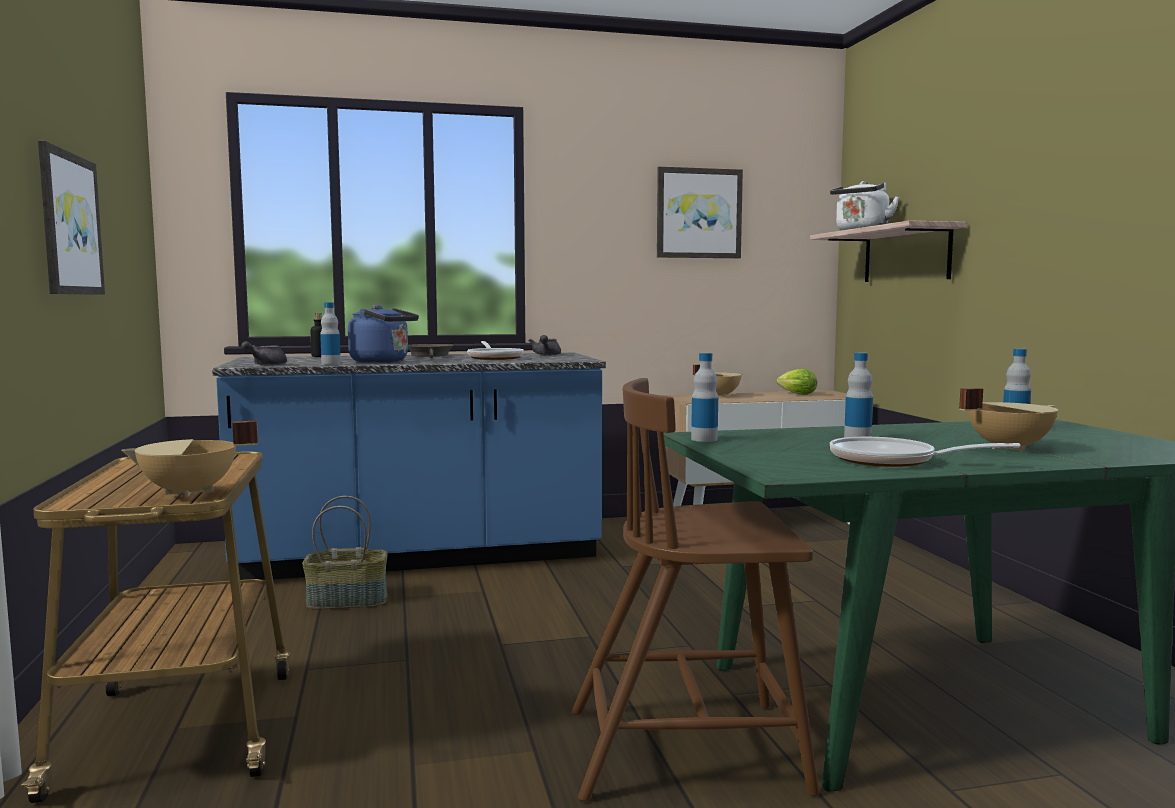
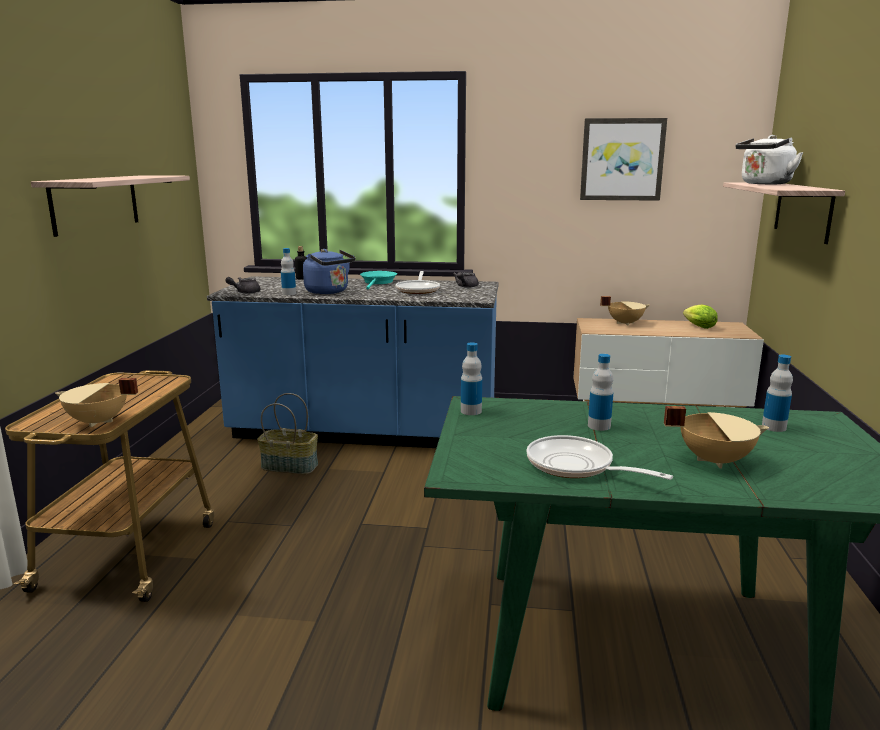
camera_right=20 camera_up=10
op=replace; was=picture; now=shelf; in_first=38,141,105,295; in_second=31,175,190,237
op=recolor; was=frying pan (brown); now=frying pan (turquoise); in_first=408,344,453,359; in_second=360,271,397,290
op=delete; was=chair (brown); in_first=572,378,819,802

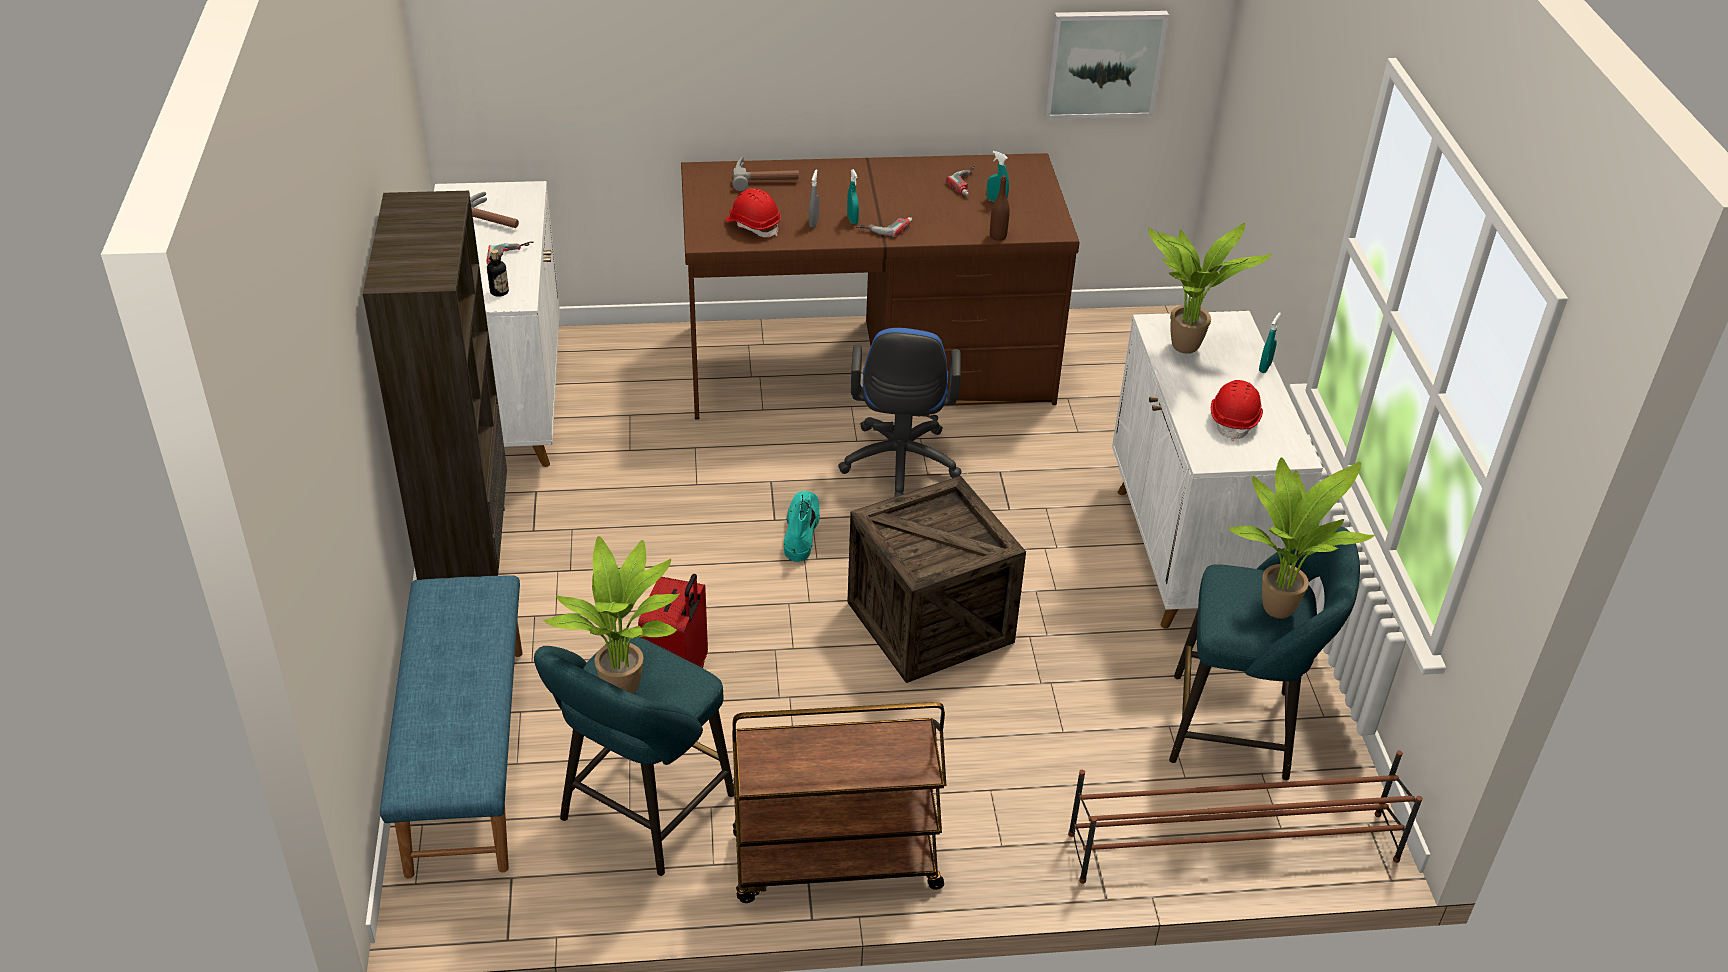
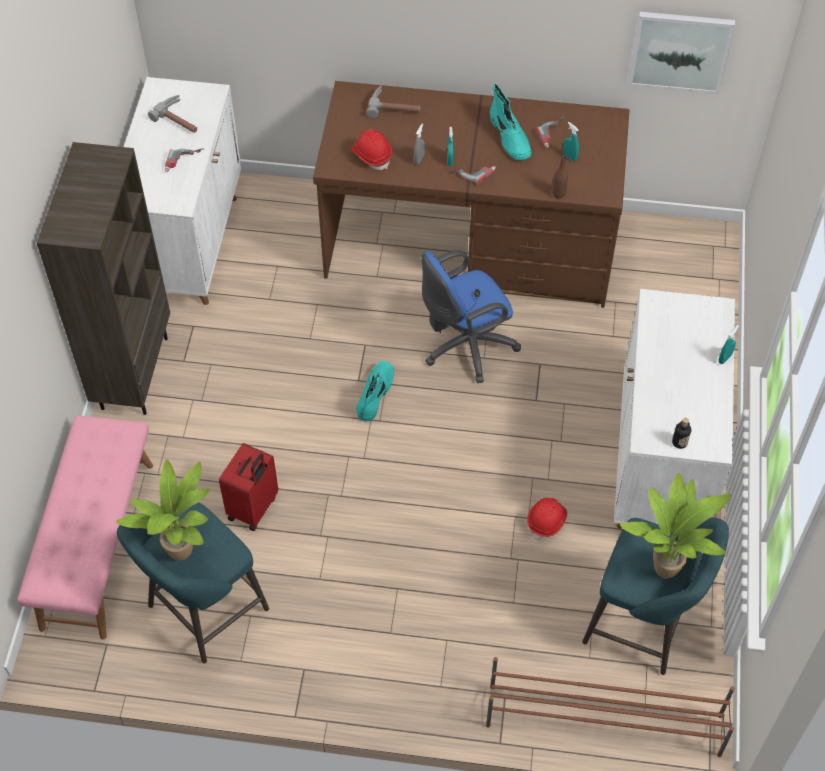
camera_right=15 camera_up=15
op=delete; was=potted plant; in_first=1148,223,1272,354
op=move; was=bottle; in_first=487,249,509,297; in_second=672,418,691,449
op=rotate; was=office chair (blue); in_first=838,328,962,497; in_second=421,250,521,383; clockwise=45
op=move; was=hard hat (red); in_first=1211,380,1263,441; in_second=527,498,567,541
op=delete; was=crate; in_first=847,476,1026,683
op=recolor; was=bench (blue); now=bench (pink); in_first=380,575,523,878; in_second=17,415,153,639
op=delete; was=cart (brown); in_first=732,702,946,903
op=insert; now=boot (turquoise); in_second=490,84,532,161

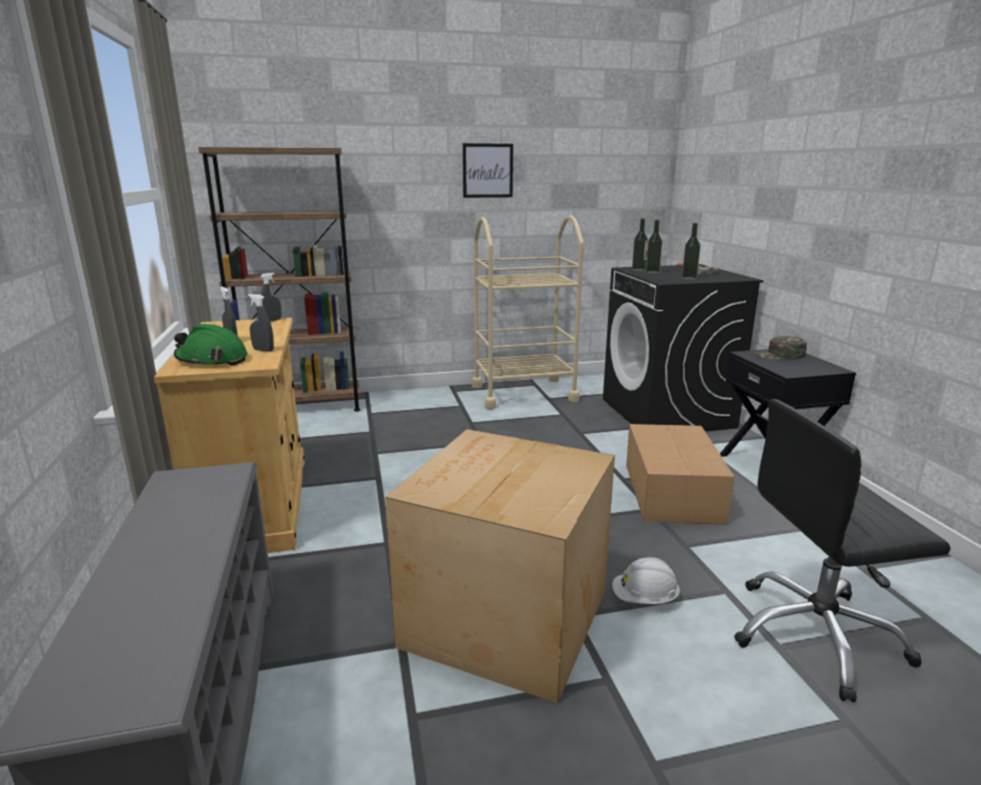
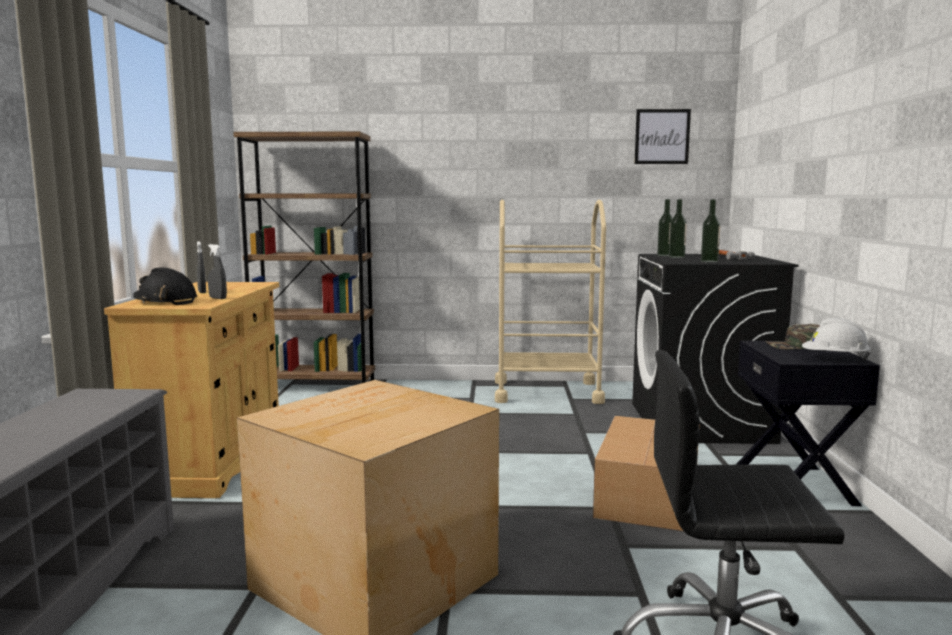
camera_right=15 camera_up=-10
op=move; was=picture; in_first=463,143,513,198; in_second=635,109,691,164
op=delete; was=spray bottle (grey); in_first=260,273,281,322
op=recolor; was=hard hat (green); now=hard hat (black); in_first=174,324,248,366; in_second=133,268,197,305
op=move; was=hard hat (white); in_first=612,557,680,604; in_second=802,318,870,361

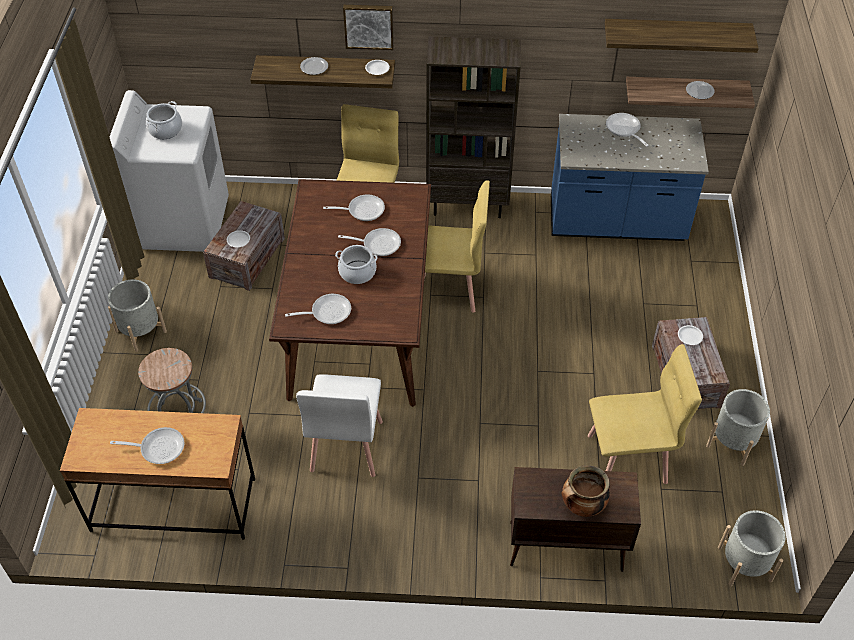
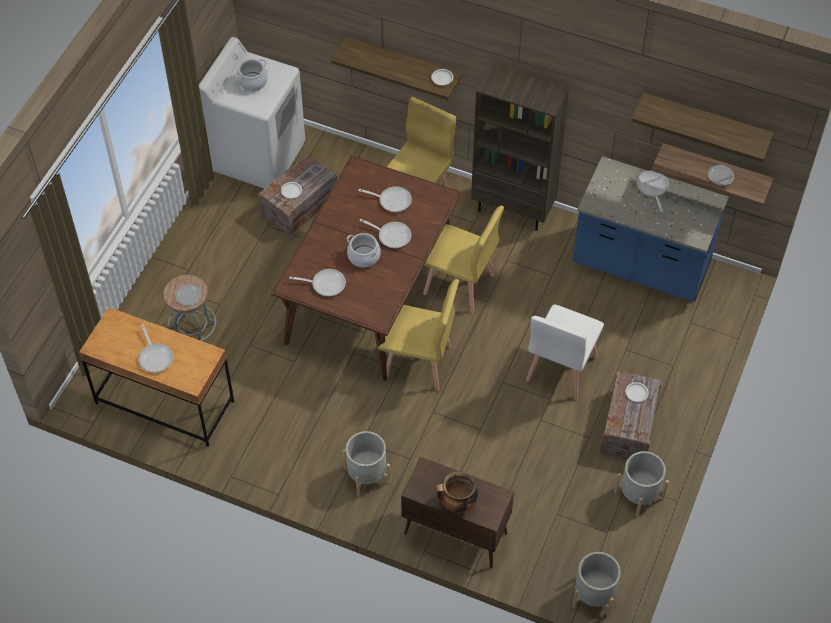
camera_right=20 camera_up=5
op=delete; was=picture; in_first=343,5,394,50
op=move; was=plate; in_first=300,57,328,75; in_second=175,284,202,306
op=move; was=planter (grey); in_first=108,279,167,352; in_second=343,431,391,496
op=move; was=chair (yellow); in_first=588,344,702,484; in_second=378,279,459,391
op=move; was=chair (white); in_first=296,374,383,477; in_second=526,304,604,400
op=rotate; was=frying pan; in_first=110,427,185,464; in_second=139,324,173,373; clockwise=45

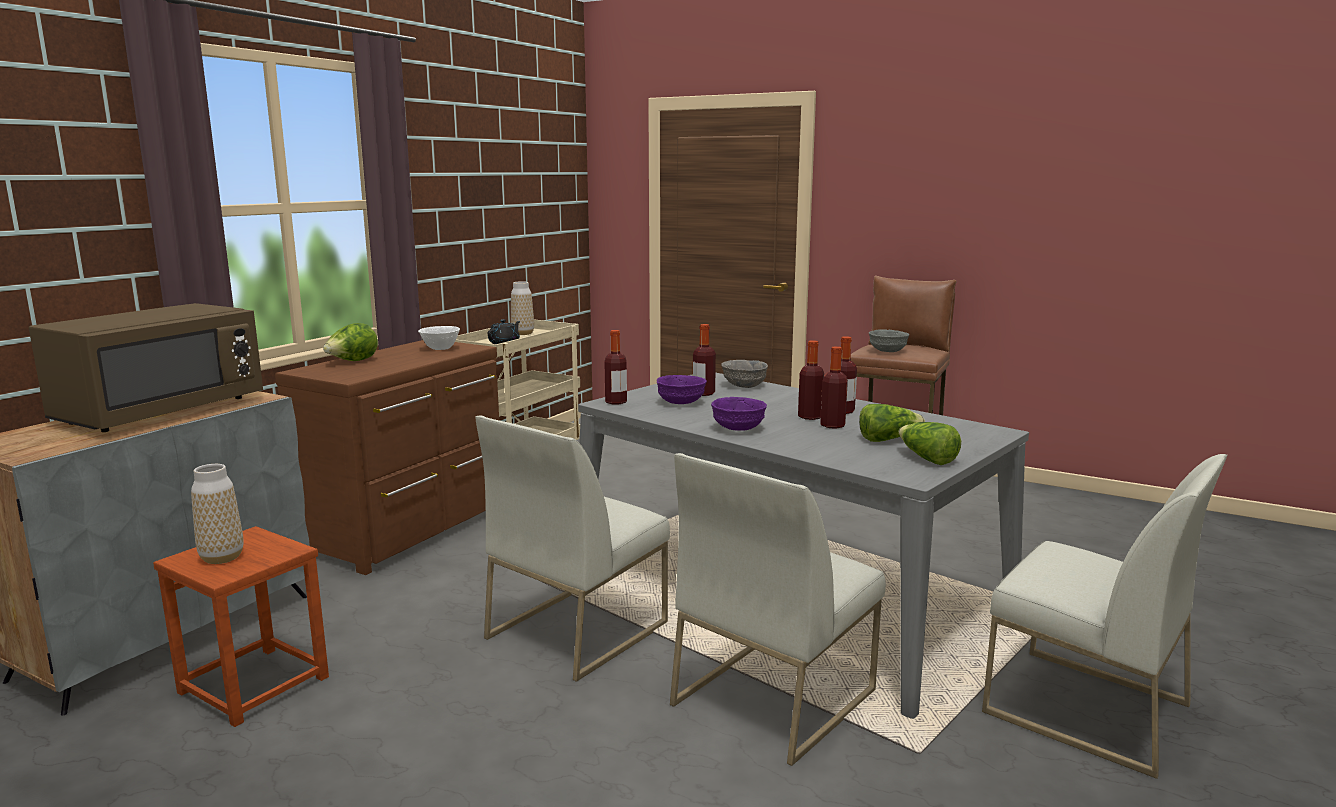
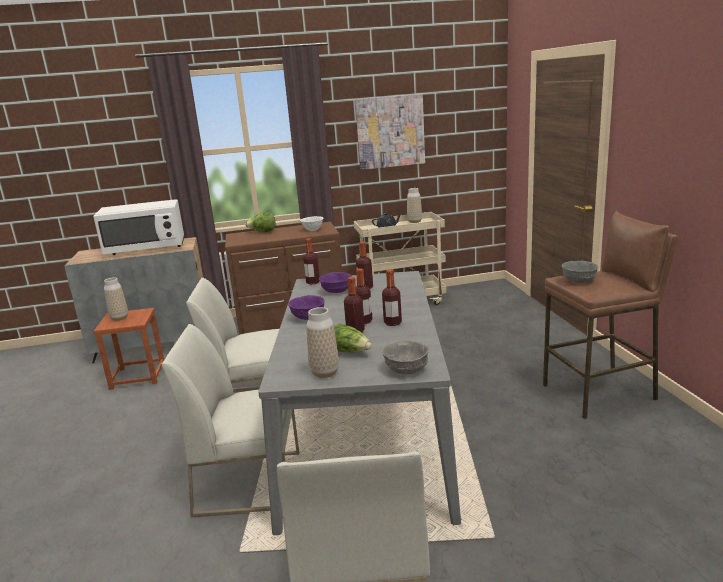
camera_right=50 camera_up=5
op=recolor; was=microwave (brown); now=microwave (white); in_first=29,303,263,432; in_second=93,199,185,255
op=move; was=bowl (grey); in_first=721,360,768,388; in_second=382,340,429,374
op=replace; was=lettuce; now=vase; in_first=899,422,961,465; in_second=306,307,339,378
op=insert; now=picture; in_second=355,94,425,170

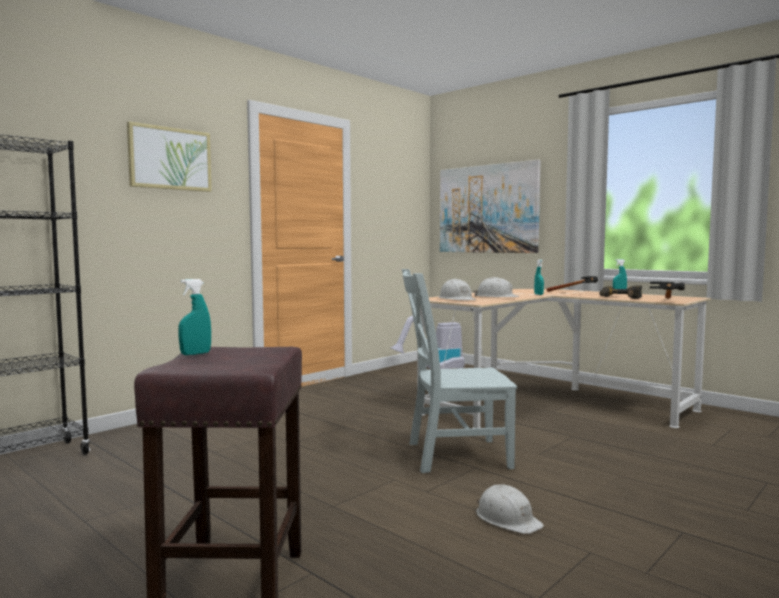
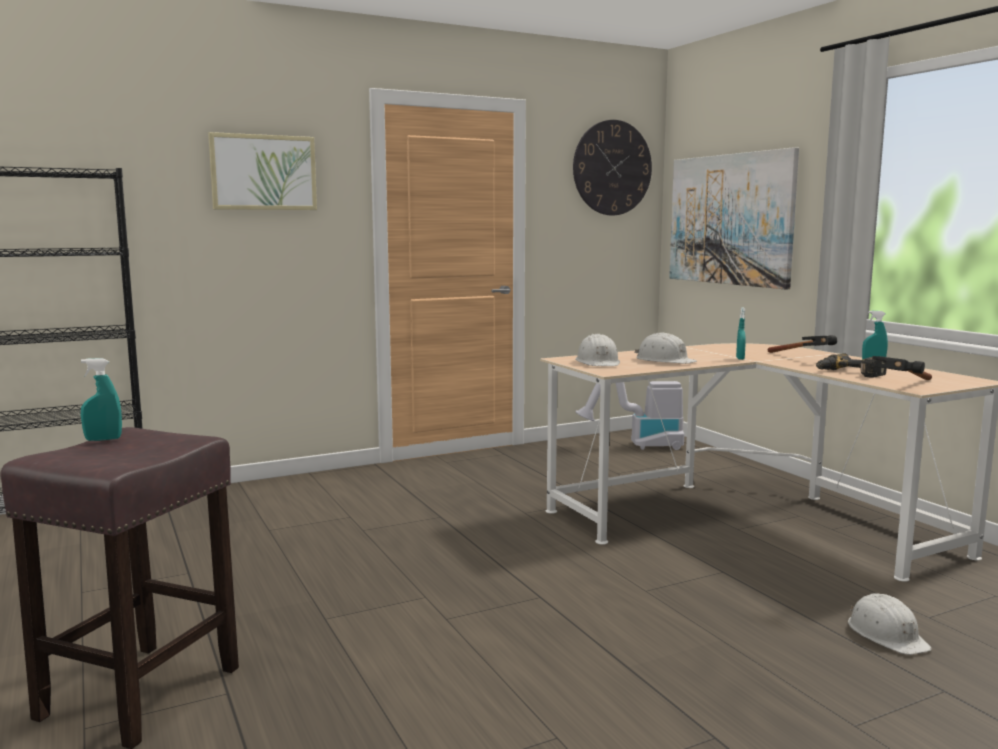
camera_right=20 camera_up=5
op=delete; was=chair (grey); in_first=402,269,517,473
op=move; was=hard hat (white); in_first=476,484,544,534; in_second=848,593,932,655
op=insert; now=wall clock; in_second=573,120,652,215

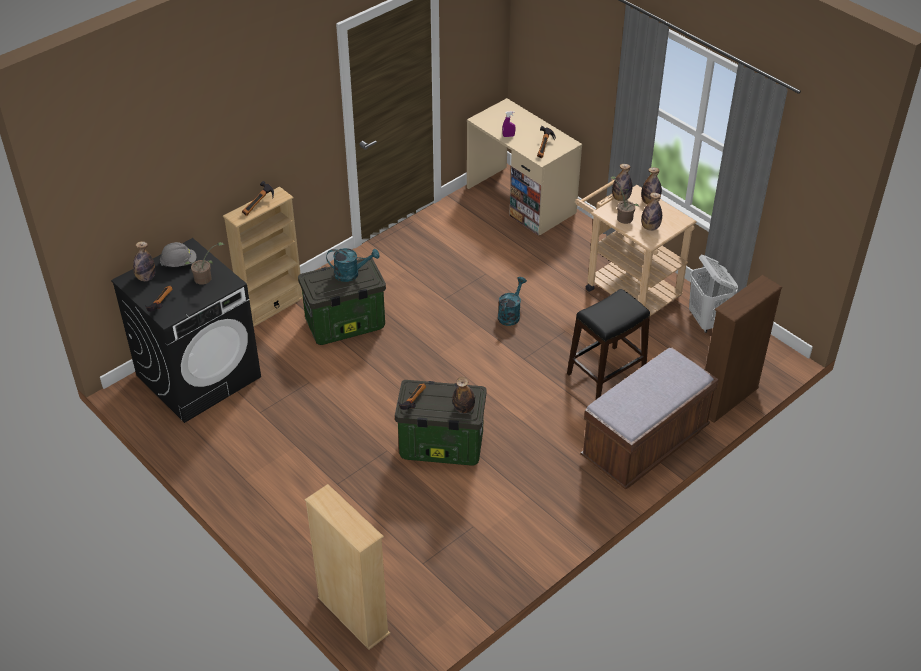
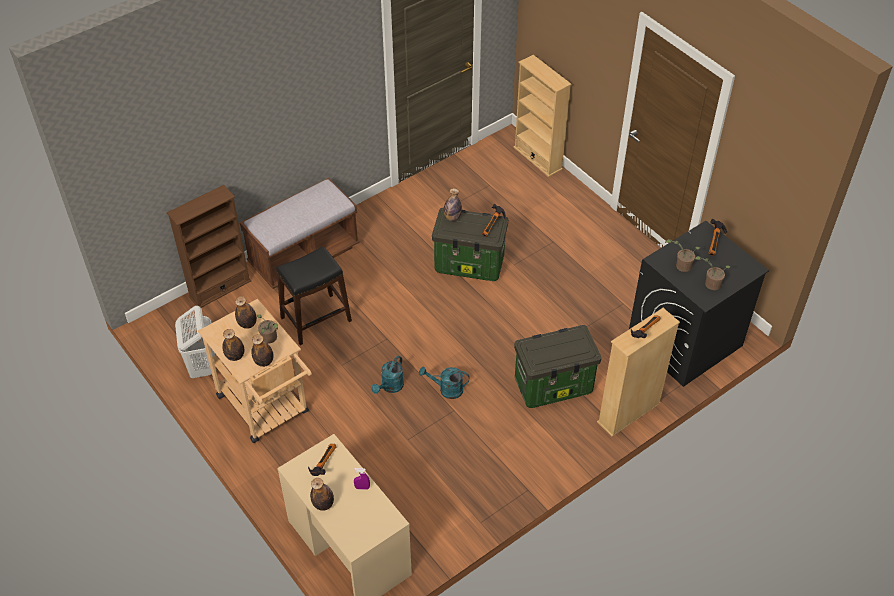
camera_right=-175 camera_up=5
op=move; was=bottle; in_first=133,241,155,281; in_second=310,478,334,511
op=replace; was=hard hat (grey); now=potted plant; in_first=160,242,196,267; in_second=694,256,730,290
op=move; was=watering can (turquoise); in_first=326,248,380,282; in_second=419,367,470,399

